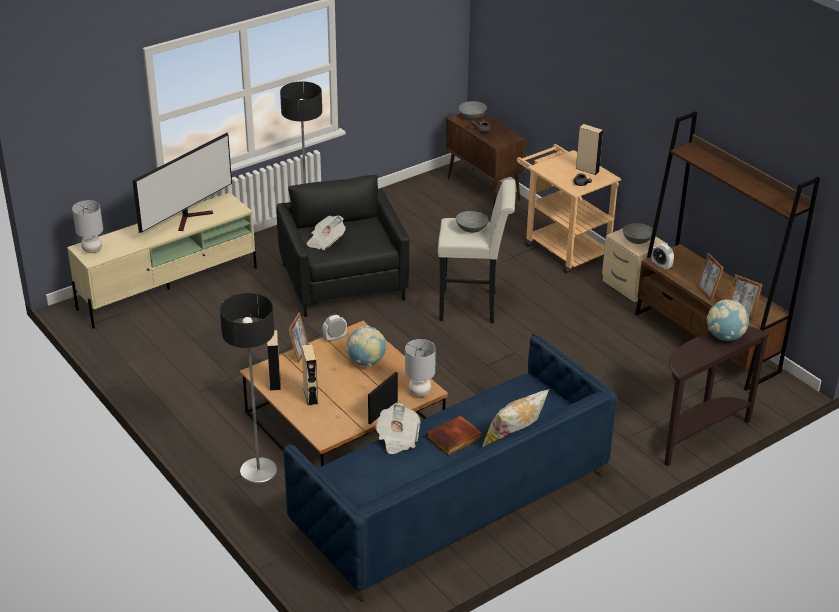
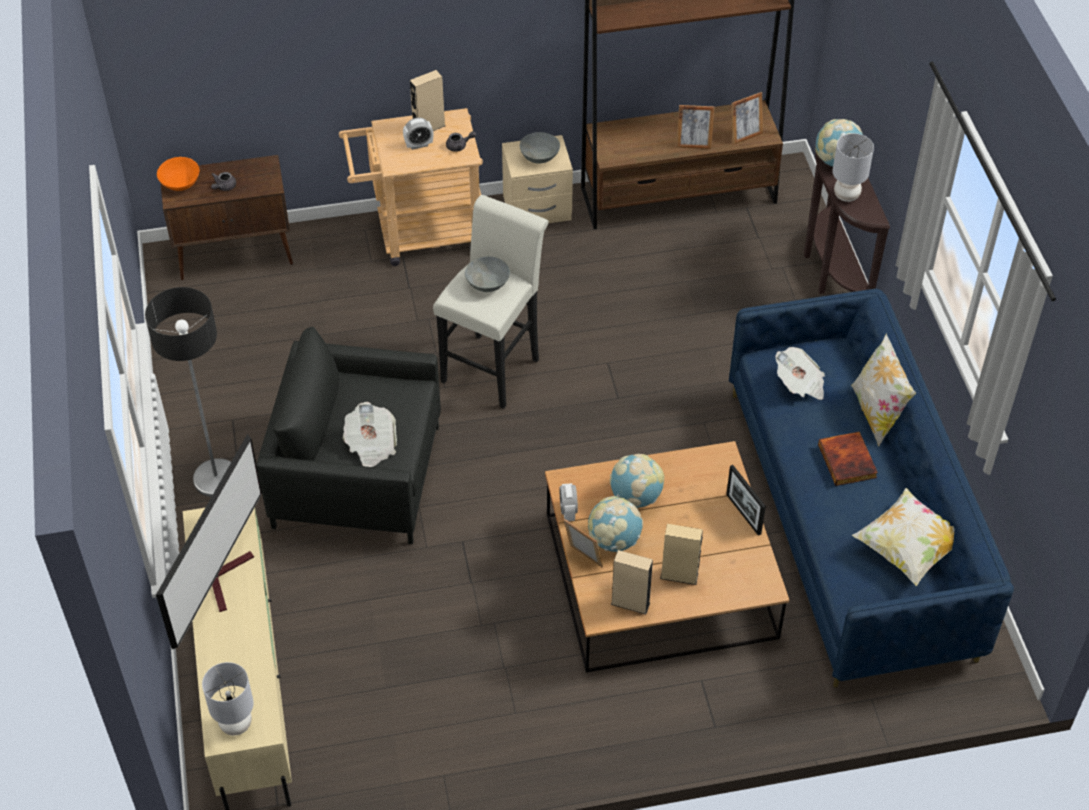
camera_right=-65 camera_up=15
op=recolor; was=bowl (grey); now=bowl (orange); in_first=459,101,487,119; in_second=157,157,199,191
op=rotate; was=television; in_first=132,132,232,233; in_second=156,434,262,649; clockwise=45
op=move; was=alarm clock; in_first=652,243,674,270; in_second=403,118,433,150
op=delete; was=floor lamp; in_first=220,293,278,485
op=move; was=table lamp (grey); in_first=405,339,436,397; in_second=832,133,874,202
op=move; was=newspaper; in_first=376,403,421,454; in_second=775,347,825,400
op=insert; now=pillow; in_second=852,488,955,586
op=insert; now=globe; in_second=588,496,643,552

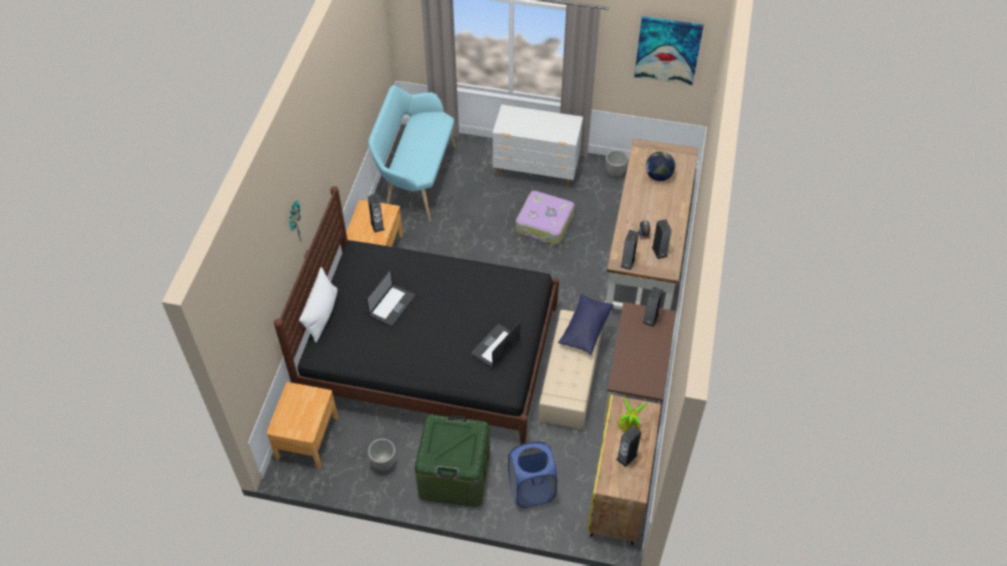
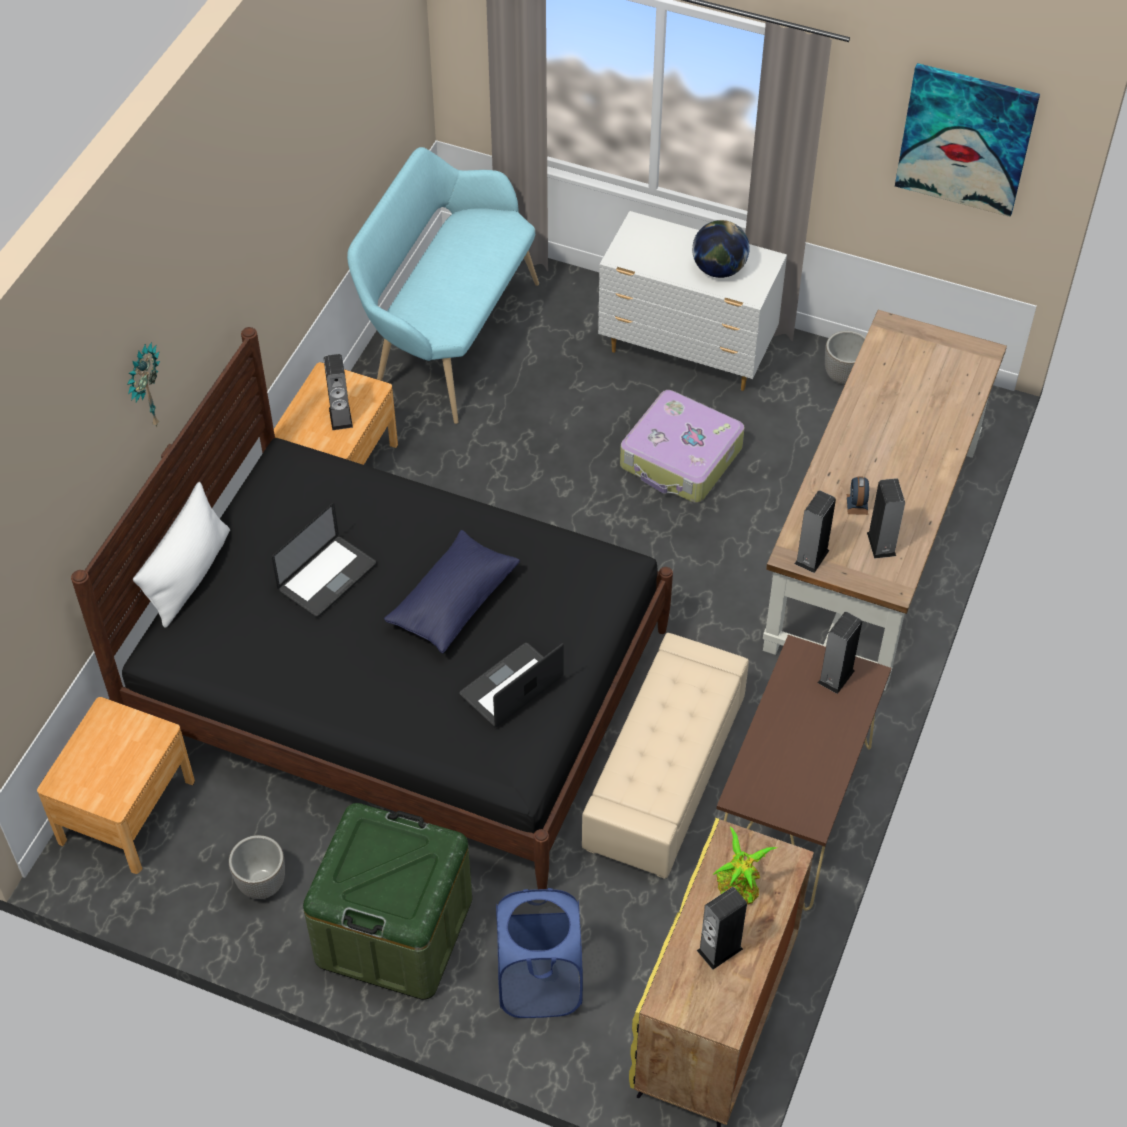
camera_right=10 camera_up=0
op=move; was=globe; in_first=646,151,676,181; in_second=692,220,749,278
op=move; was=pillow (blue); in_first=558,294,614,355; in_second=384,530,520,653

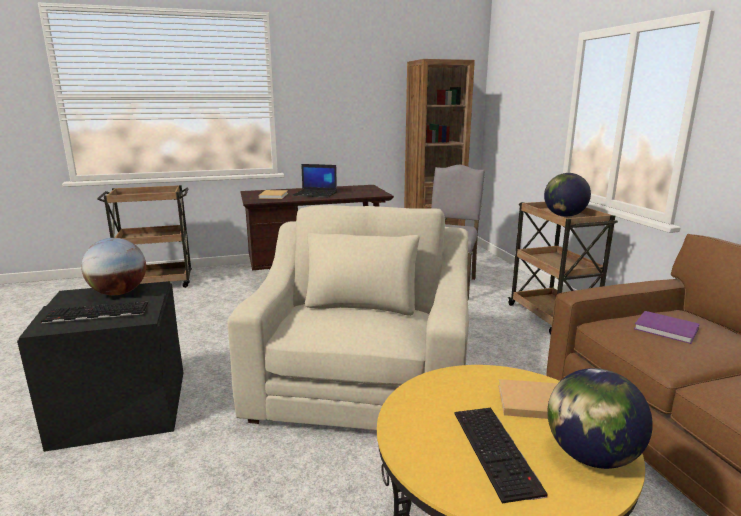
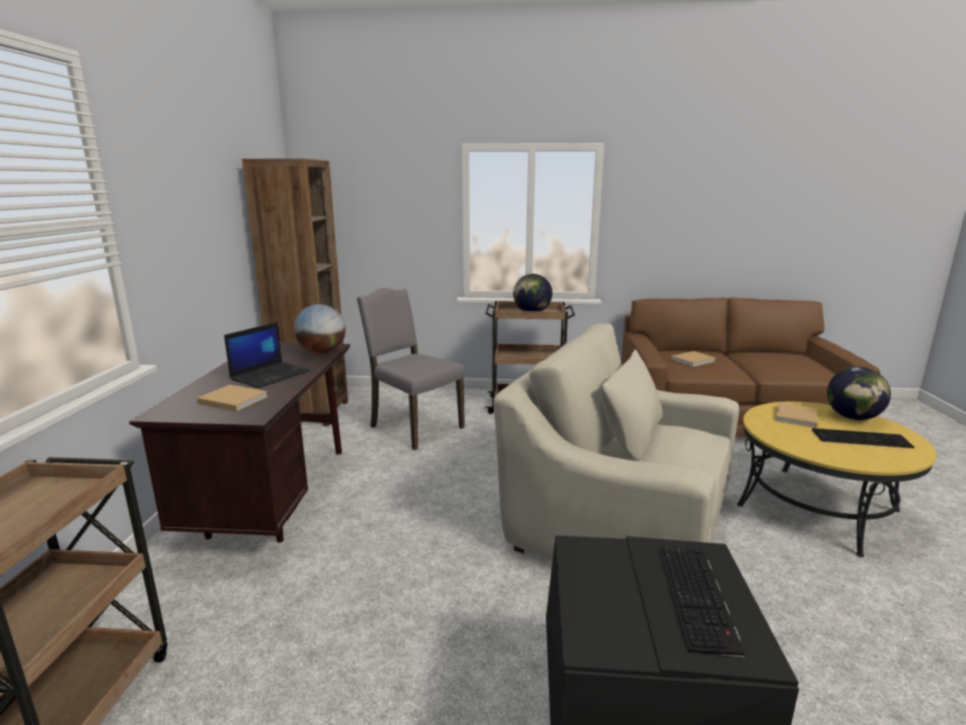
camera_right=-70 camera_up=0
op=move; was=globe; in_first=81,238,146,295; in_second=294,304,346,354
op=recolor; was=book (purple); now=book (beige); in_first=634,311,699,344; in_second=671,351,716,367

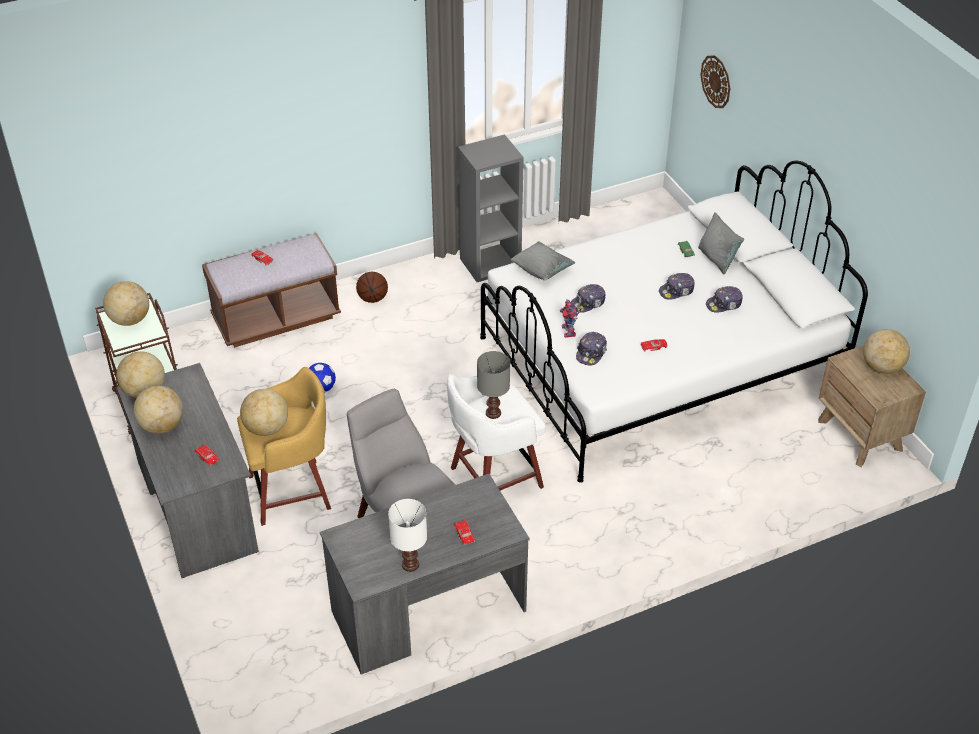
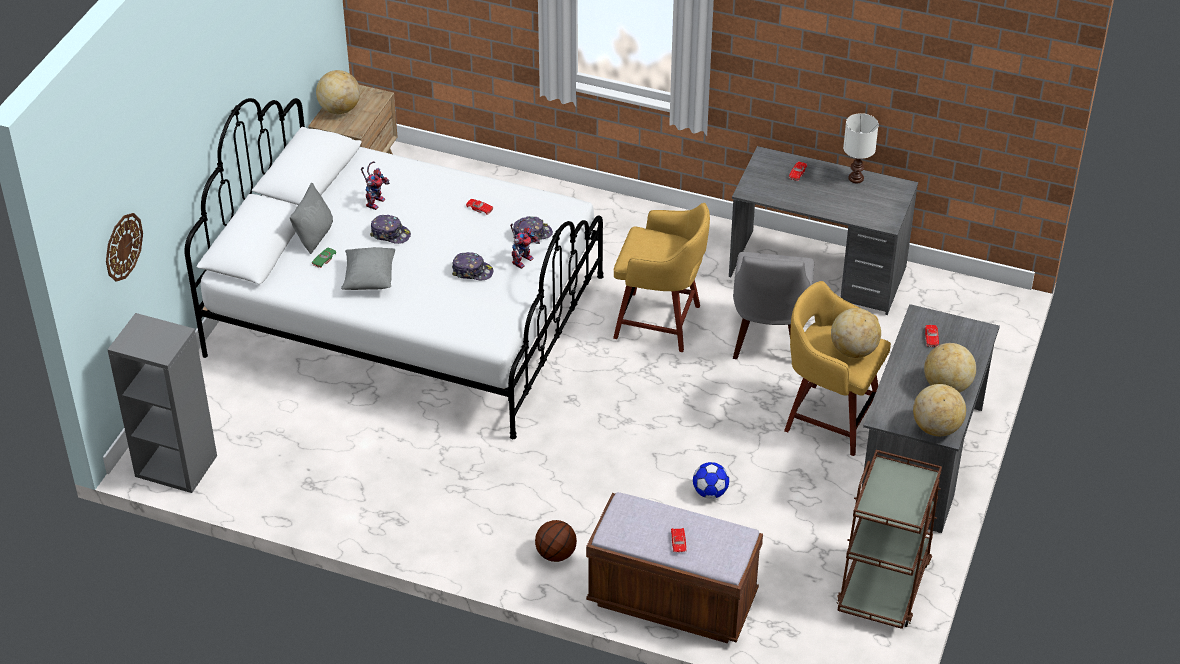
camera_right=-135 camera_up=0
op=move; was=bookcase (grey); in_first=458,134,524,282; in_second=107,313,217,493
op=move; was=pillow (grey); in_first=510,241,575,280; in_second=341,247,395,290
op=delete; was=globe; in_first=103,281,149,326
op=replace; was=cap; now=toy robot; in_first=706,286,743,313; in_second=361,161,390,210
op=delete; was=table lamp (grey); in_first=477,351,510,419
op=recolor; was=stool (white); now=stool (yellow); in_first=447,374,546,491; in_second=613,203,710,352

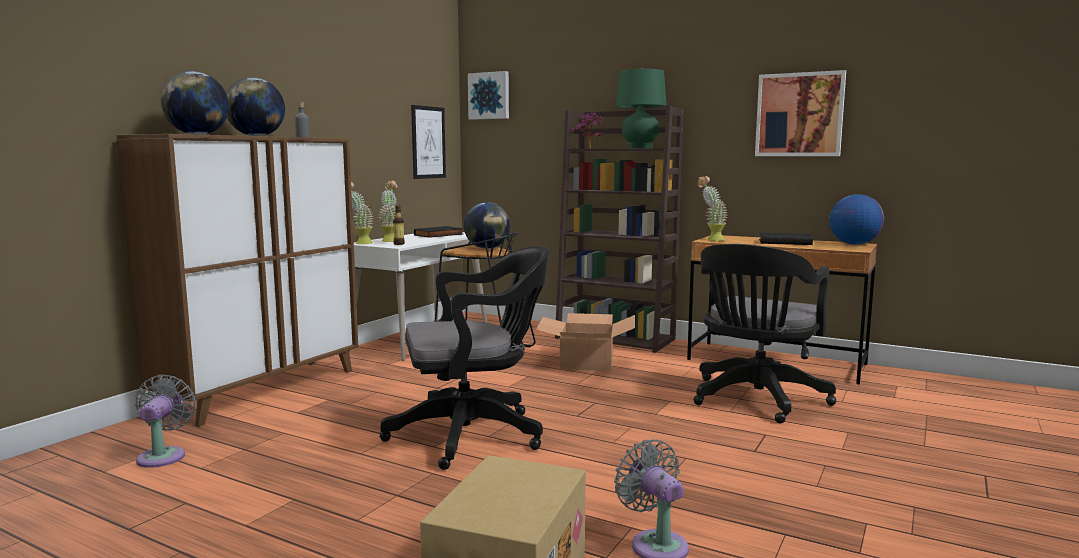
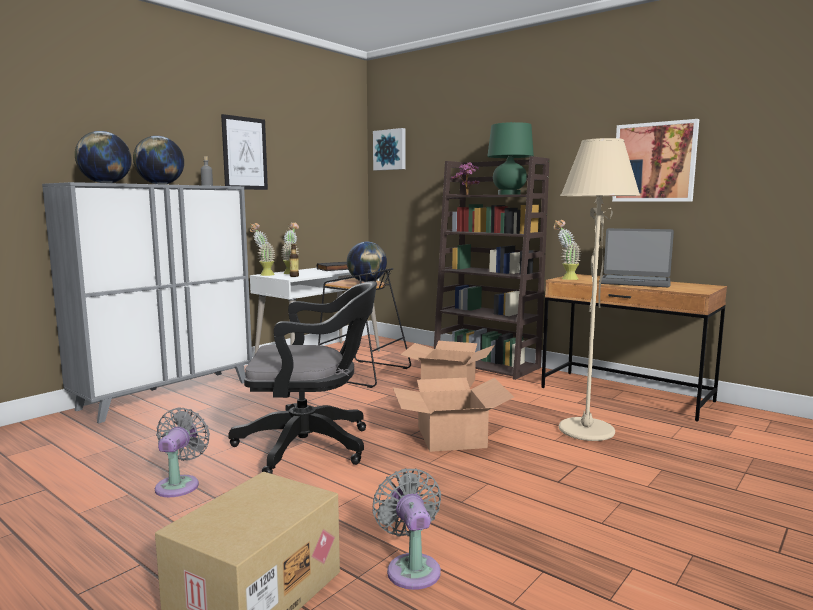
camera_right=10 camera_up=0
op=move; was=picture; in_first=411,105,446,179; in_second=221,114,268,190
op=recolor; was=cabinet (brown); now=cabinet (grey); in_first=116,134,359,427; in_second=42,182,252,423
op=delete; was=globe; in_first=829,194,884,245
op=replace; was=book (black); now=laptop; in_first=759,233,813,245; in_second=601,228,674,287
op=replace; was=office chair (black); now=floor lamp (beige); in_first=693,244,836,423; in_second=559,138,641,441
op=move; was=fan (grey); in_first=135,375,196,468; in_second=155,407,210,497
op=insert; now=cardboard box; in_second=393,377,514,452

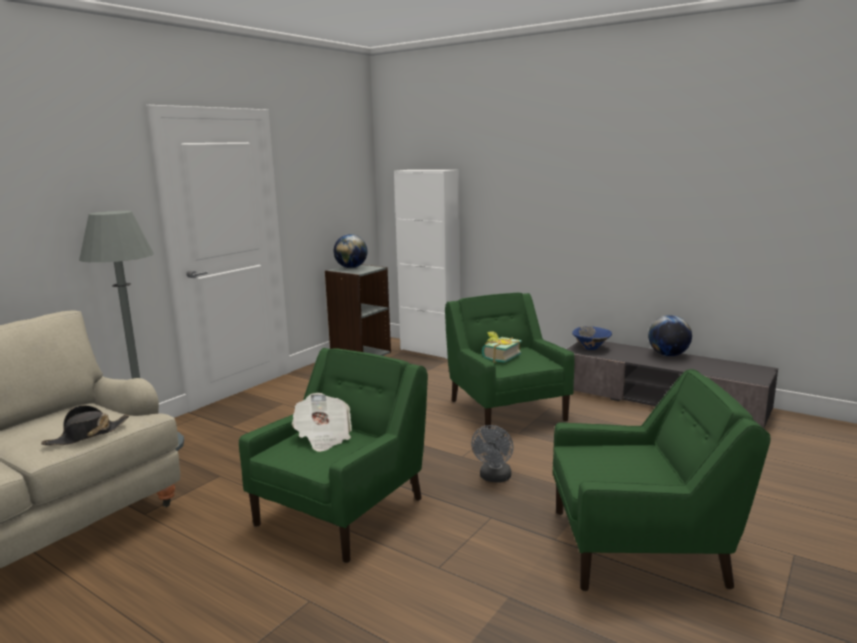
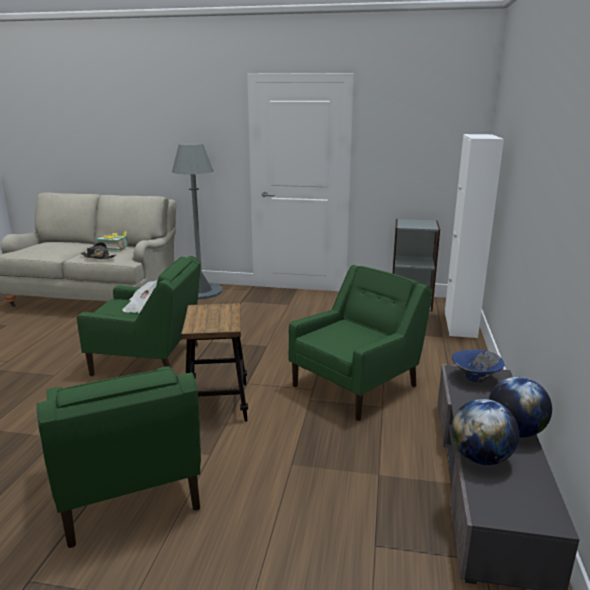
camera_right=65 camera_up=5
op=move; was=globe; in_first=334,234,368,268; in_second=451,399,519,465
op=move; was=book; in_first=482,331,522,363; in_second=96,230,128,251
op=replace; was=fan (grey); now=stool; in_first=471,425,513,482; in_second=181,303,248,422

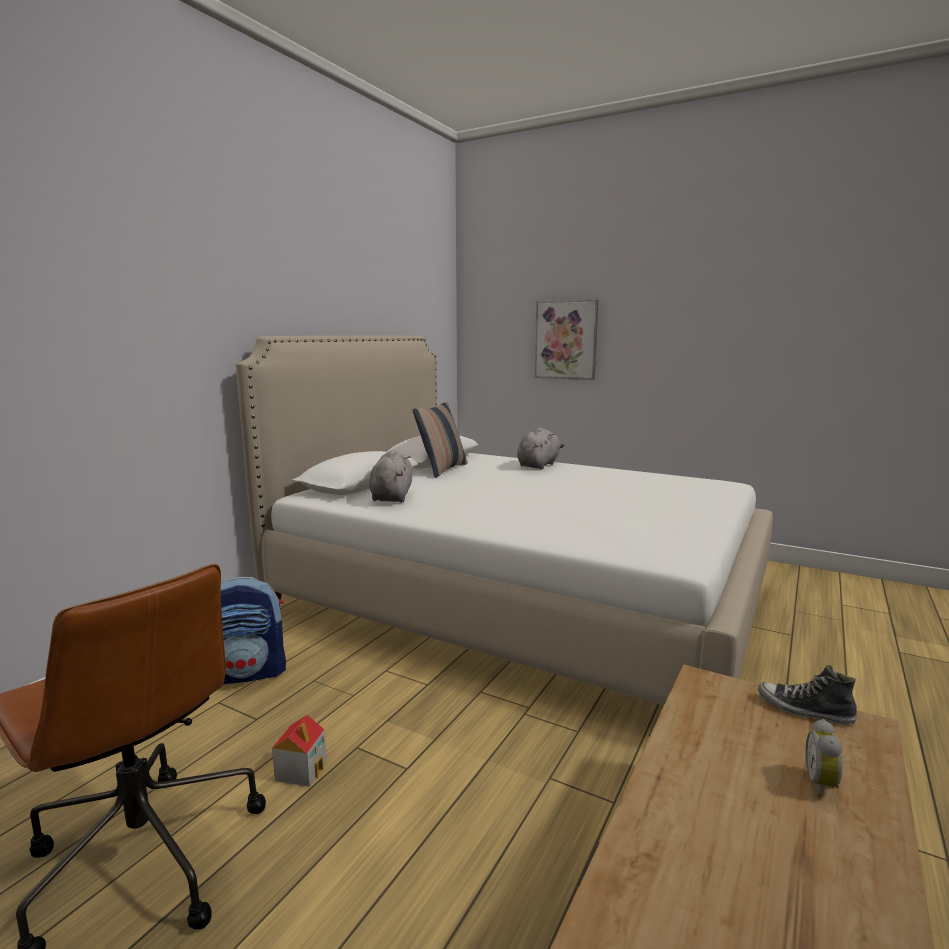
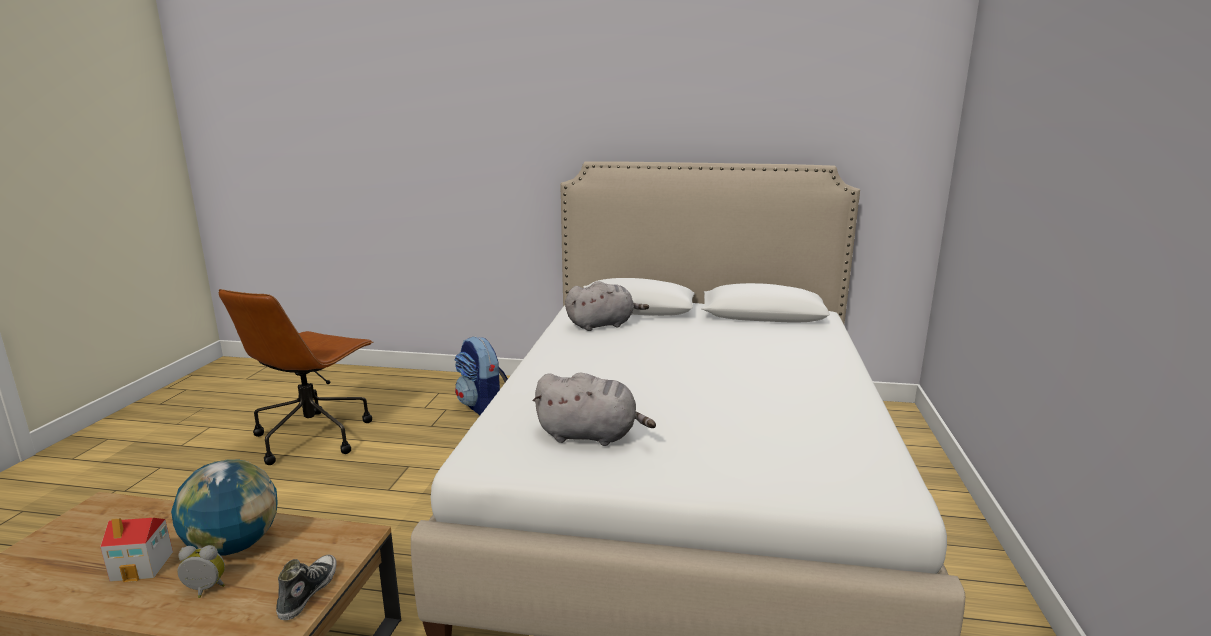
camera_right=70 camera_up=5
op=delete; was=picture; in_first=535,299,598,380
op=delete; was=pillow; in_first=413,401,468,478
op=move; was=plush toy (grey); in_first=517,427,564,470; in_second=533,373,656,446
op=move; was=toy house; in_first=272,715,327,787; in_second=100,518,173,582
op=insert; now=globe; in_second=171,459,278,556

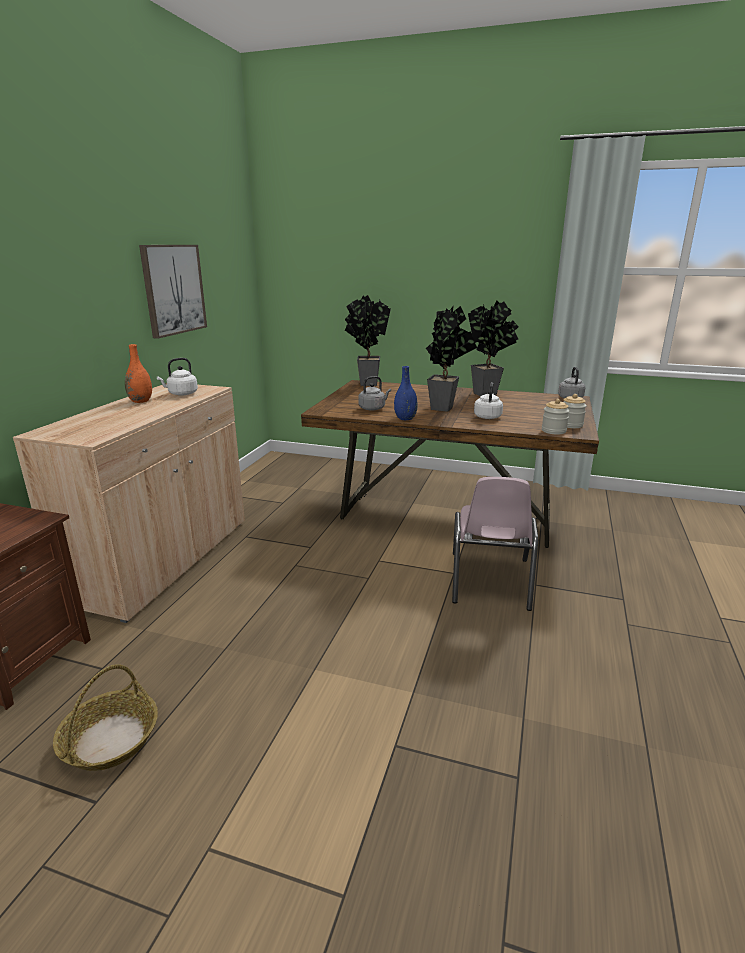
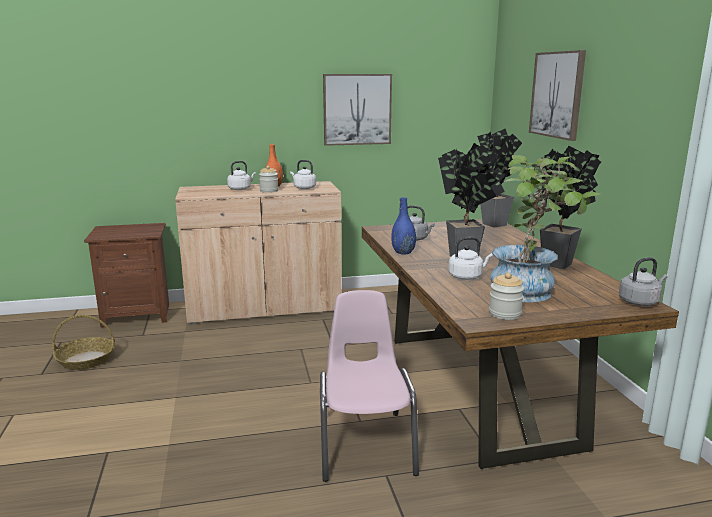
camera_right=60 camera_up=-5
op=move; was=jar; in_first=542,399,570,435; in_second=259,166,278,193
op=rotate; was=chair (pink); in_first=452,477,538,611; in_second=320,290,419,482; clockwise=105
op=insert; now=picture; in_second=529,50,586,141
op=insert; now=potted plant; in_second=490,155,600,302
op=insert; now=kettle (white); in_second=227,161,256,190

